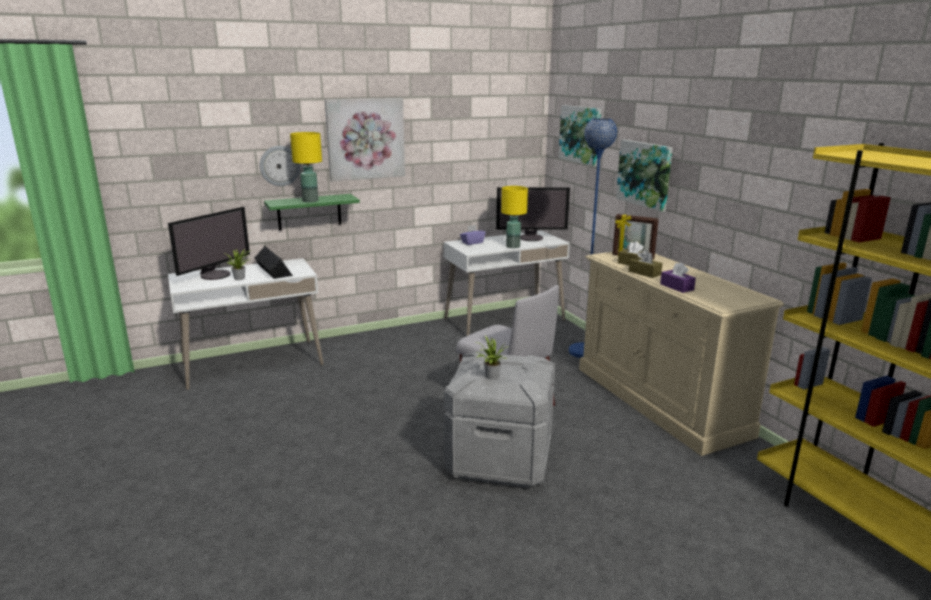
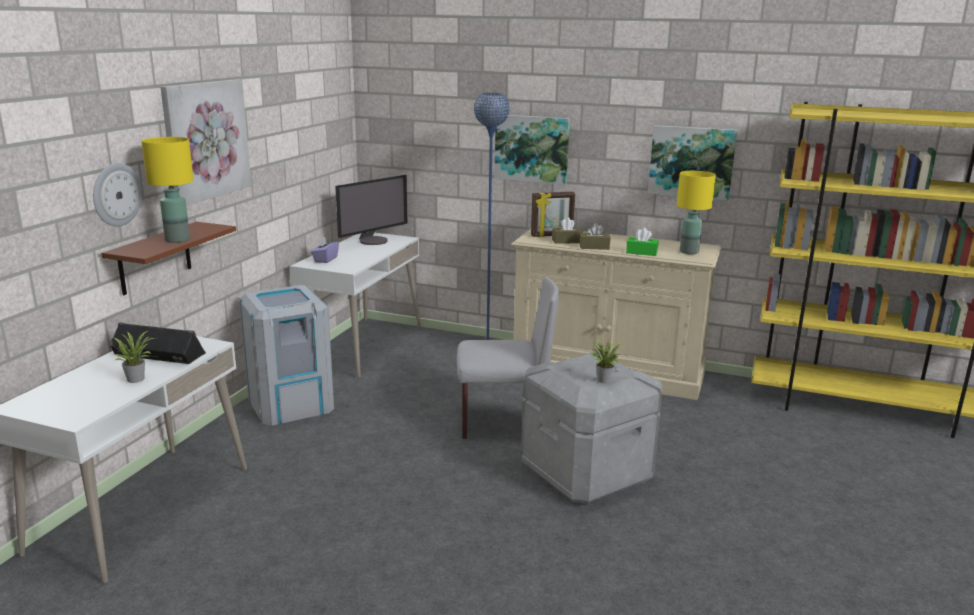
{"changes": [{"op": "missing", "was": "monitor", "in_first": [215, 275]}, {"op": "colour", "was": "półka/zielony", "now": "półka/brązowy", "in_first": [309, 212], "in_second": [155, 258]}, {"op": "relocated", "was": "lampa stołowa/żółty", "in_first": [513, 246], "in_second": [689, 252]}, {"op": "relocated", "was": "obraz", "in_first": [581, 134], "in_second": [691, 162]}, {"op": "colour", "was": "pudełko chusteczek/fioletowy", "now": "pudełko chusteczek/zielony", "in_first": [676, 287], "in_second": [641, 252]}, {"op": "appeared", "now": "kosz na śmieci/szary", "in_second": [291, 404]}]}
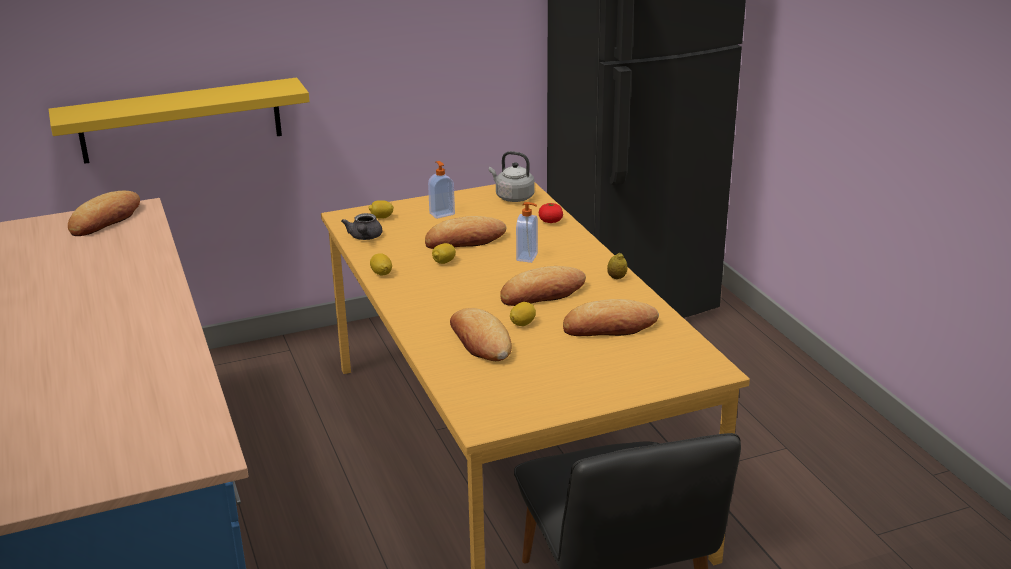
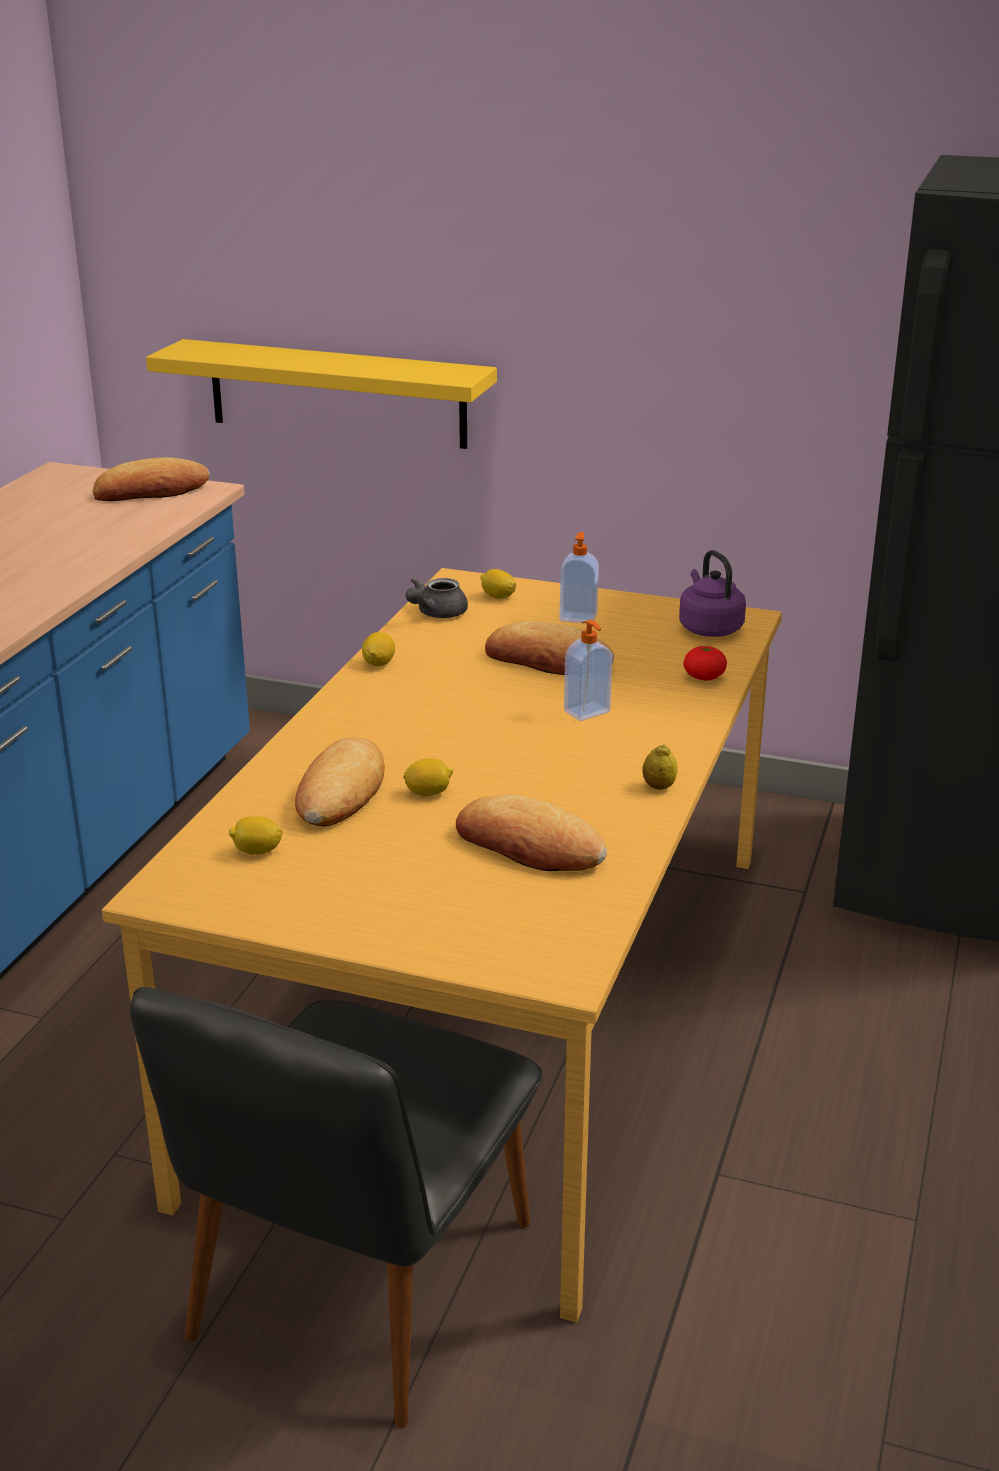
{"changes": [{"op": "relocated", "was": "cytryna", "in_first": [444, 262], "in_second": [257, 851]}, {"op": "colour", "was": "czajnik/szary", "now": "czajnik/fioletowy", "in_first": [512, 197], "in_second": [709, 628]}, {"op": "missing", "was": "chleb", "in_first": [542, 293]}]}
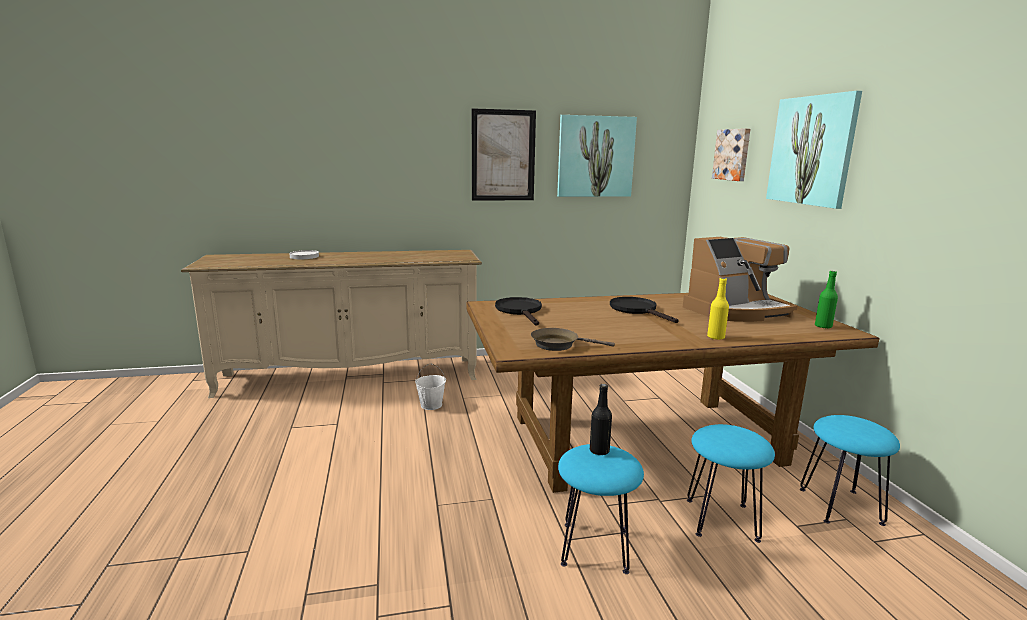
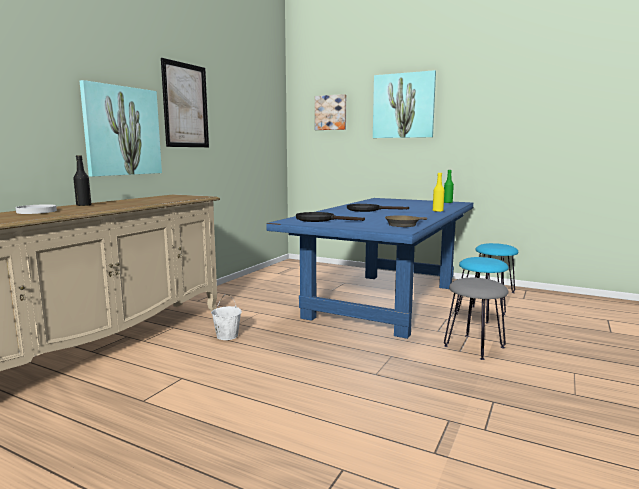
{"changes": [{"op": "colour", "was": "stół jadalny/brązowy", "now": "stół jadalny/niebieski", "in_first": [645, 439], "in_second": [384, 301]}, {"op": "relocated", "was": "obraz", "in_first": [595, 156], "in_second": [122, 131]}, {"op": "colour", "was": "stołek/turkusowy", "now": "stołek/szary", "in_first": [594, 547], "in_second": [474, 347]}, {"op": "relocated", "was": "butelka/czarny", "in_first": [599, 451], "in_second": [83, 205]}, {"op": "missing", "was": "ekspres do kawy", "in_first": [736, 311]}]}
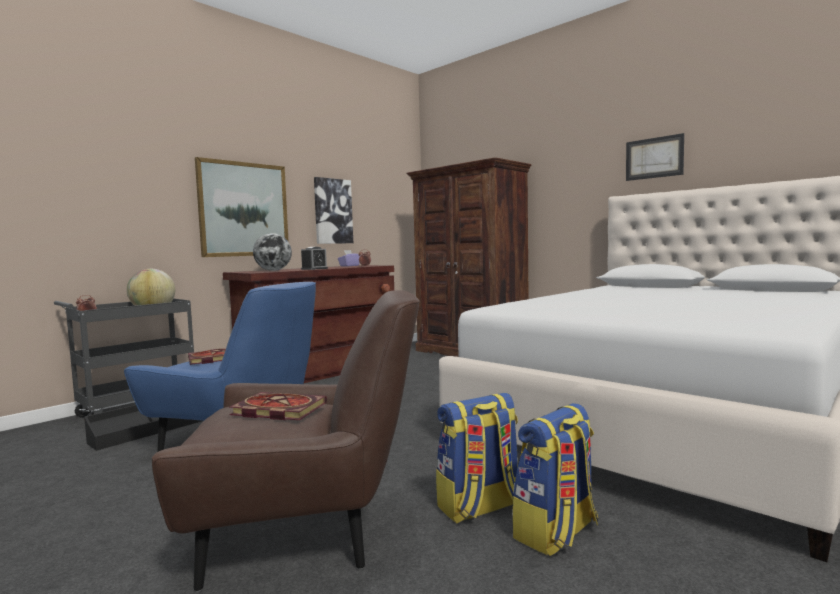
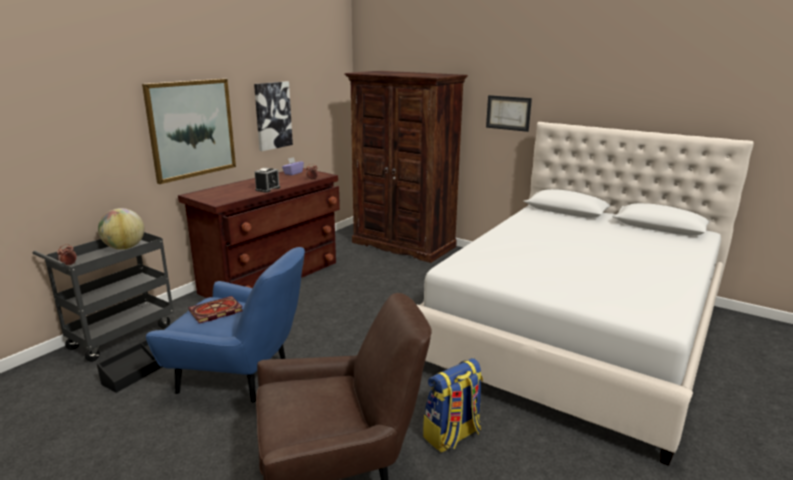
{"changes": [{"op": "missing", "was": "książka", "in_first": [276, 410]}, {"op": "missing", "was": "globus", "in_first": [273, 270]}, {"op": "missing", "was": "plecak", "in_first": [556, 533]}, {"op": "relocated", "was": "obraz", "in_first": [654, 158], "in_second": [508, 113]}]}
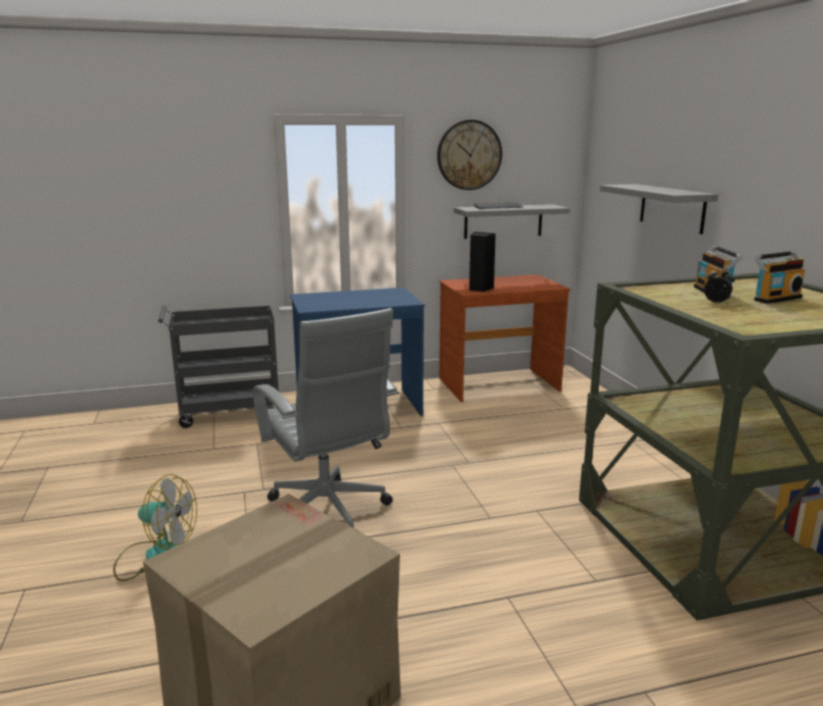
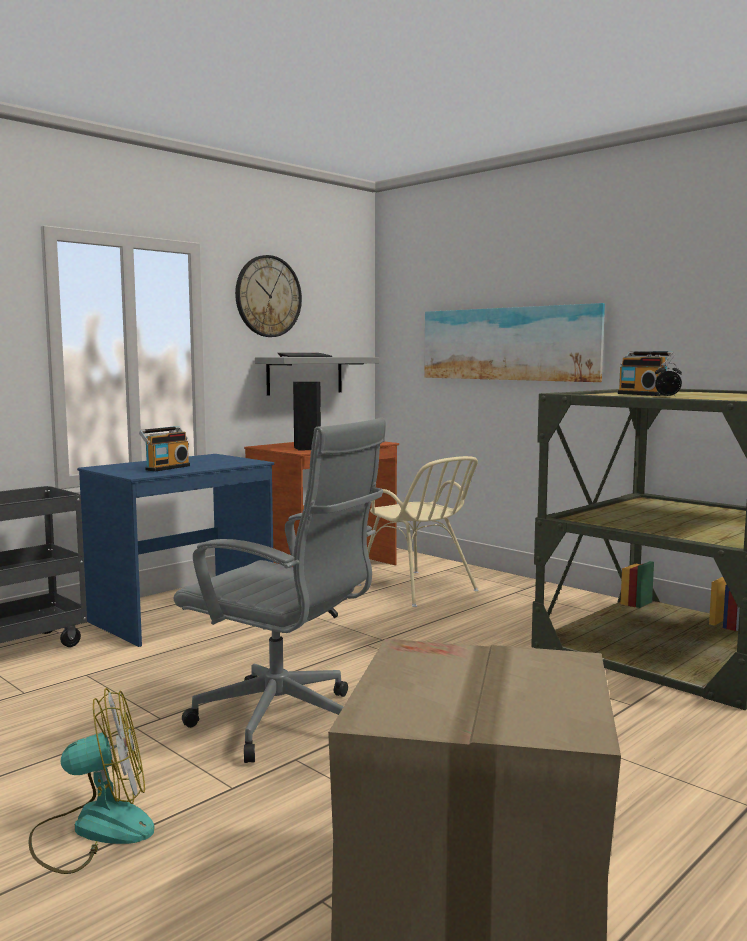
{"changes": [{"op": "exchanged", "was": "półka/szary", "now": "obraz", "in_first": [672, 208], "in_second": [508, 344]}, {"op": "relocated", "was": "radio", "in_first": [775, 298], "in_second": [166, 468]}, {"op": "appeared", "now": "krzesło/beżowy", "in_second": [419, 589]}]}
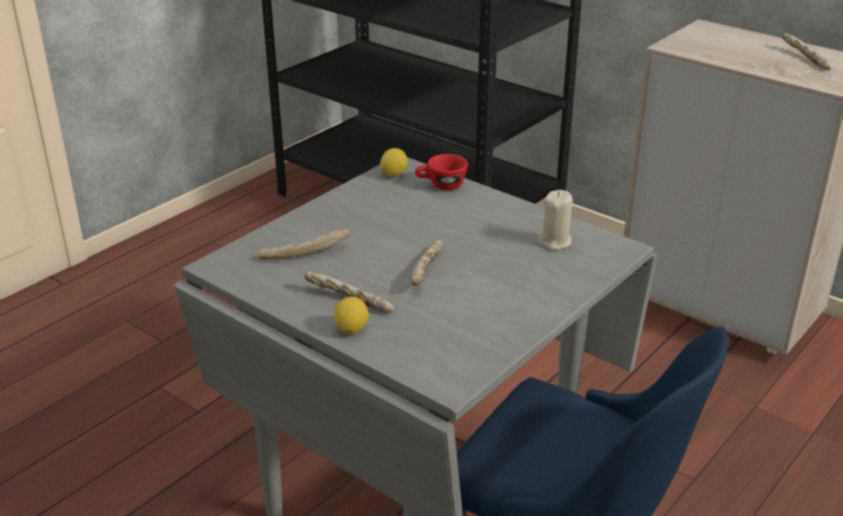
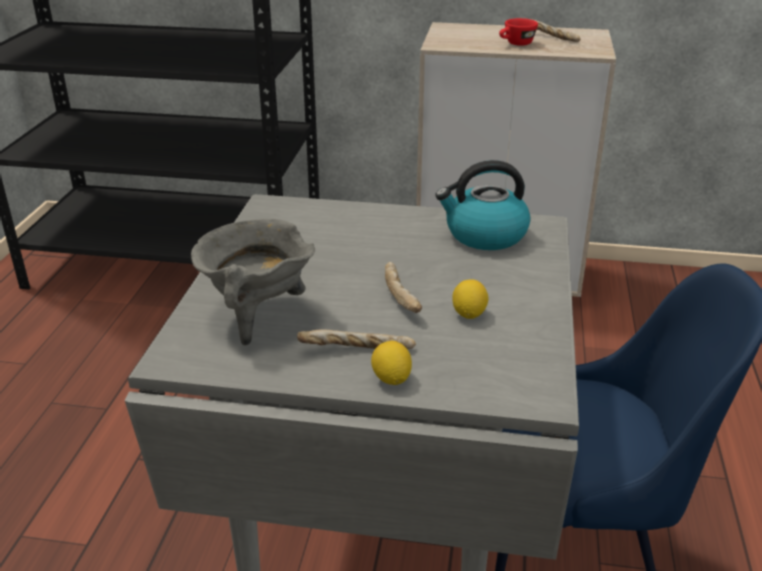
{"changes": [{"op": "exchanged", "was": "chleb", "now": "garnek/szary", "in_first": [304, 252], "in_second": [257, 316]}, {"op": "relocated", "was": "cytryna", "in_first": [393, 174], "in_second": [469, 314]}, {"op": "relocated", "was": "filiżanka/czerwony", "in_first": [441, 186], "in_second": [516, 44]}, {"op": "exchanged", "was": "świeca/beżowy", "now": "czajnik", "in_first": [555, 242], "in_second": [484, 235]}]}
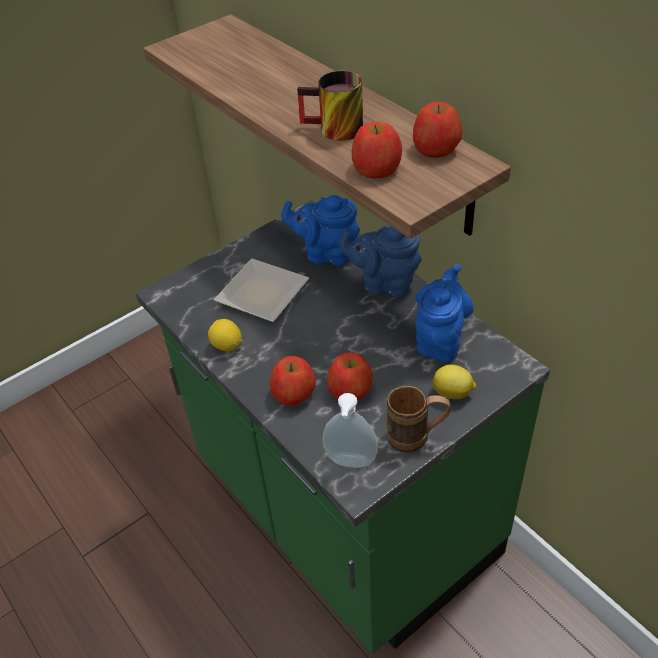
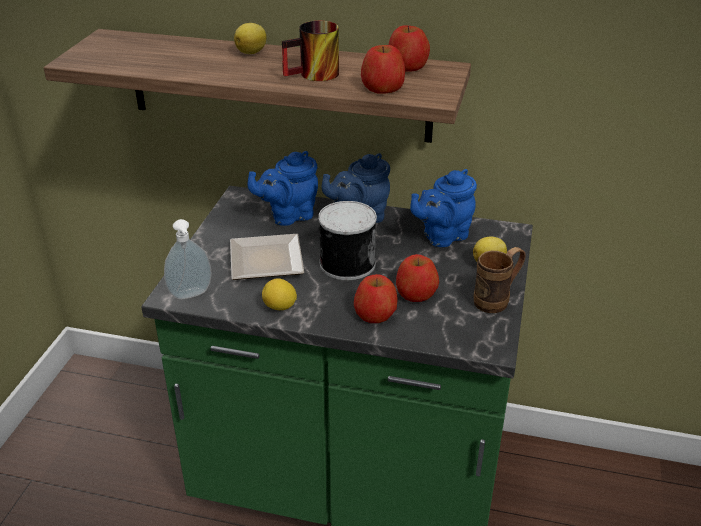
{"changes": [{"op": "relocated", "was": "dozownik mydła", "in_first": [350, 463], "in_second": [191, 295]}, {"op": "spun", "was": "imbryk/niebieski", "in_first": [440, 340], "in_second": [442, 236], "clockwise": -105}, {"op": "appeared", "now": "cytryna", "in_second": [252, 52]}, {"op": "appeared", "now": "puszka", "in_second": [346, 263]}]}
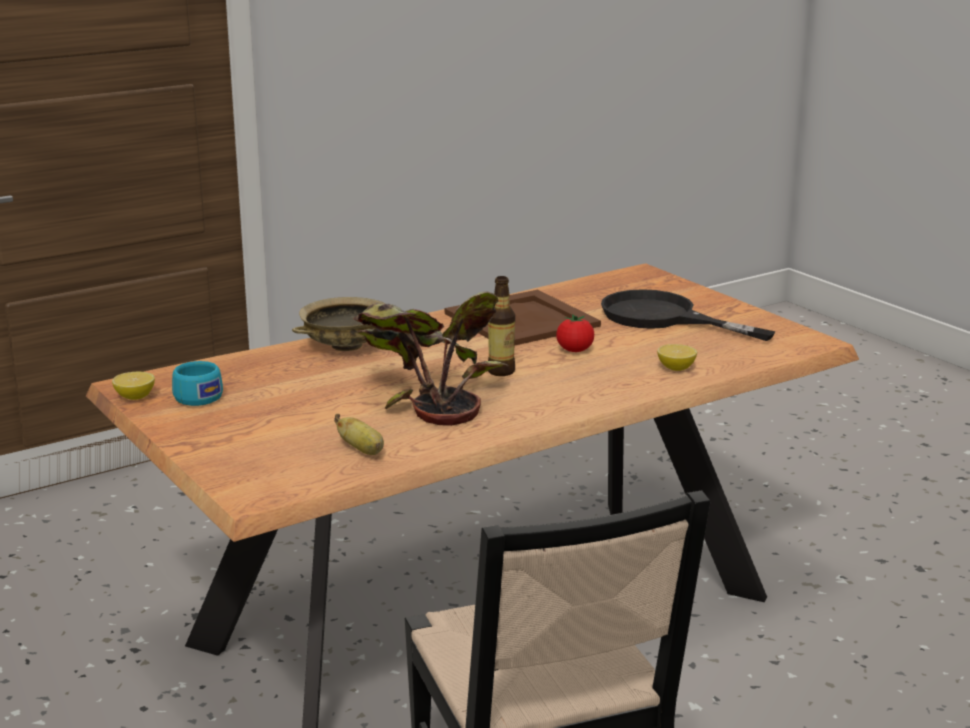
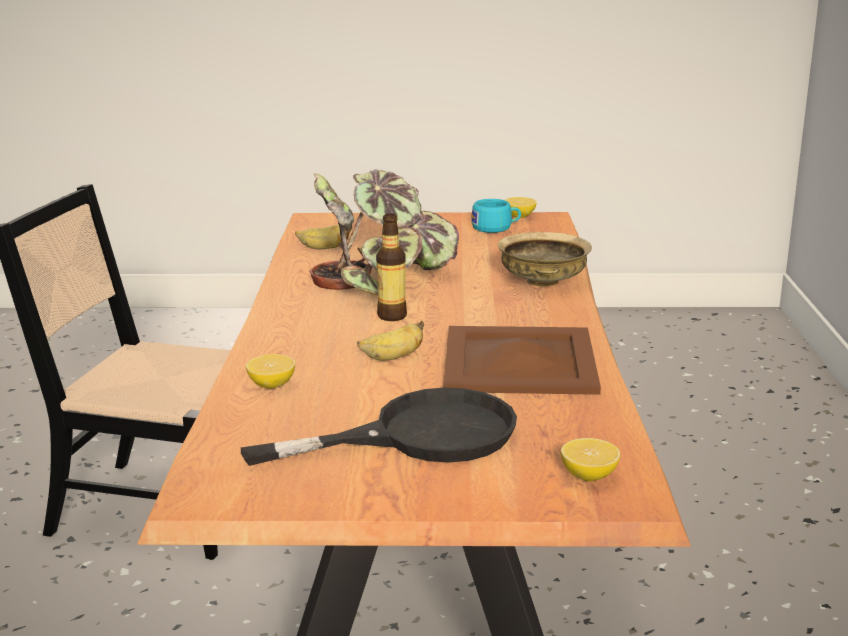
{"changes": [{"op": "exchanged", "was": "pomidor", "now": "banan", "in_first": [574, 350], "in_second": [393, 357]}, {"op": "appeared", "now": "cytryna", "in_second": [589, 476]}]}
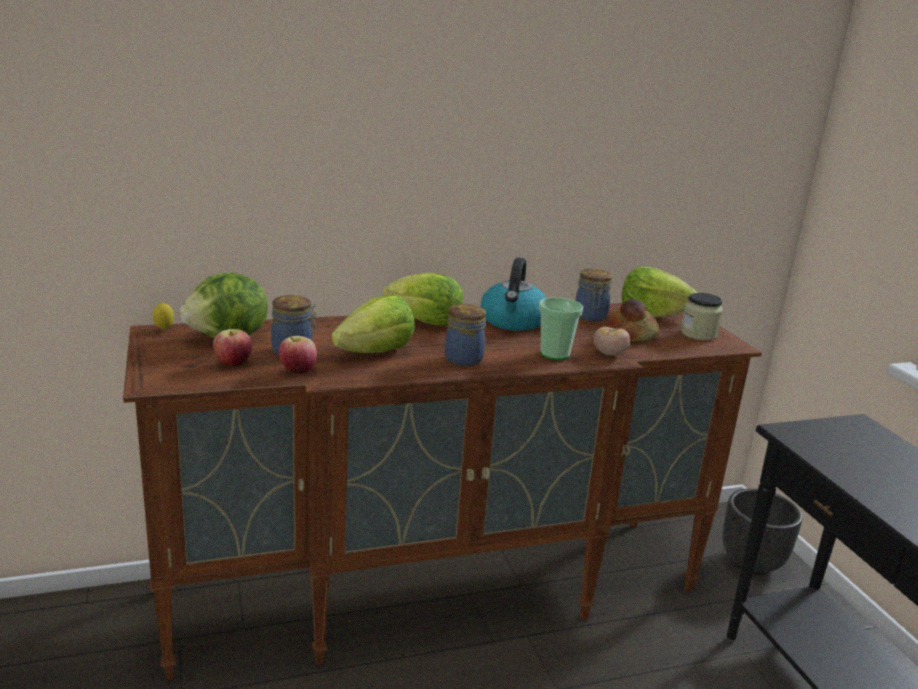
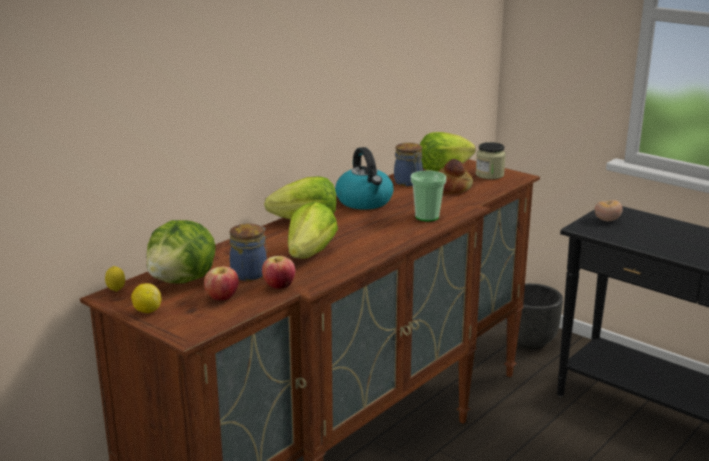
{"changes": [{"op": "missing", "was": "słoik", "in_first": [464, 358]}, {"op": "relocated", "was": "pomidor", "in_first": [609, 354], "in_second": [607, 220]}, {"op": "appeared", "now": "cytryna", "in_second": [147, 311]}]}
